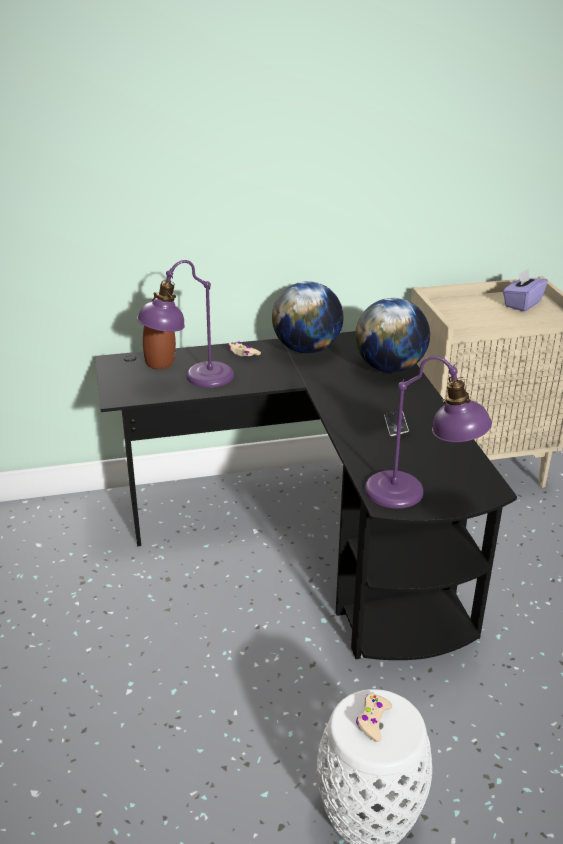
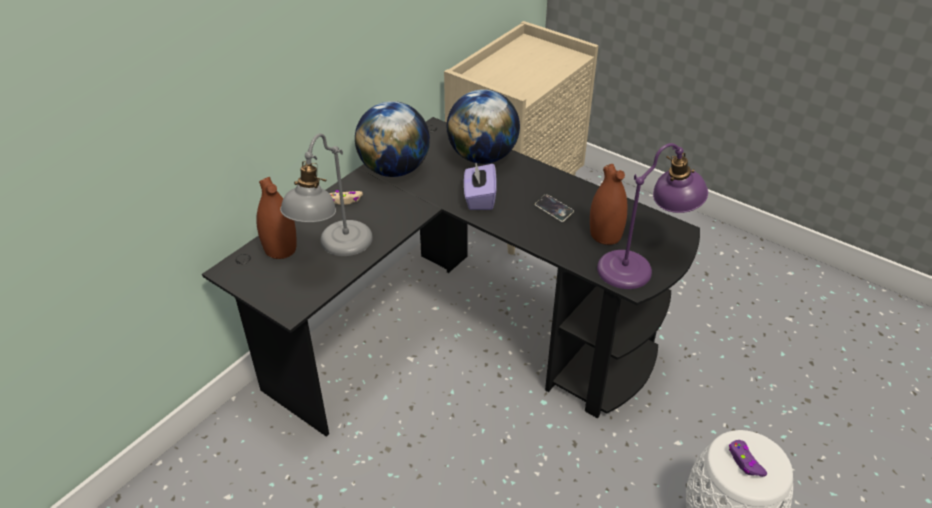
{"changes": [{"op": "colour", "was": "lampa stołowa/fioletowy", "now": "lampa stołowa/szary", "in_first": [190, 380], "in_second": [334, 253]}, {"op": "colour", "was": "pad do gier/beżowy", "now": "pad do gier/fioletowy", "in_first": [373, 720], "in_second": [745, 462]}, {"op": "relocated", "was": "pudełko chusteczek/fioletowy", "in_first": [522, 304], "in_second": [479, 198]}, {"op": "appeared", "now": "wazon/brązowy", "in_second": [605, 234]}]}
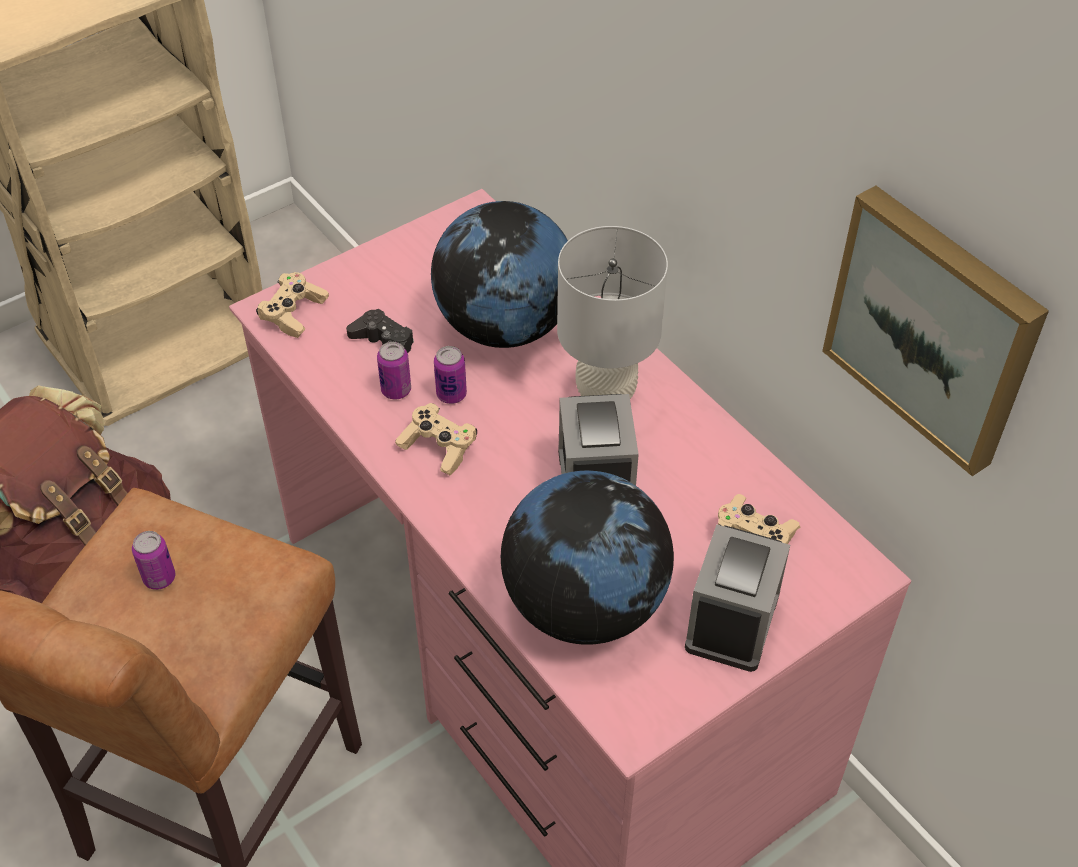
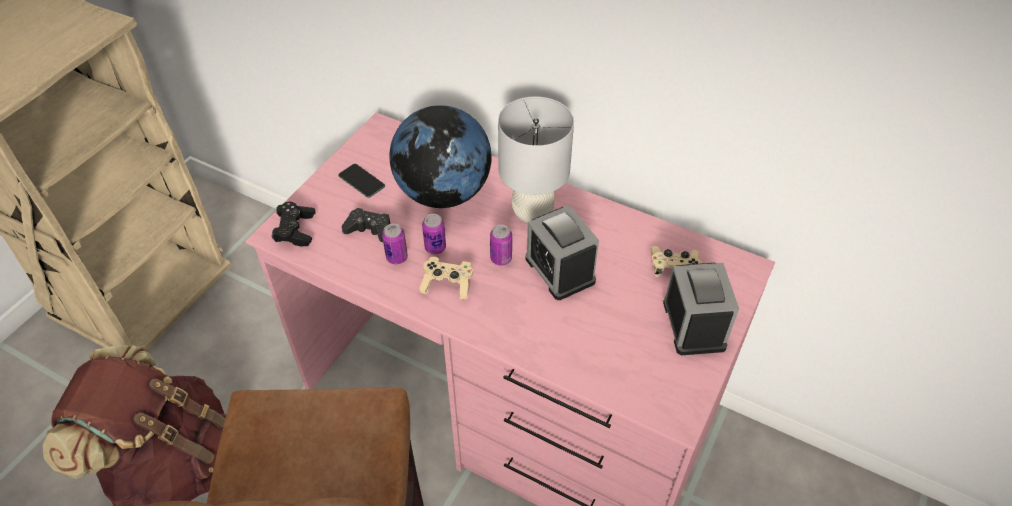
{"changes": [{"op": "relocated", "was": "puszka", "in_first": [159, 578], "in_second": [501, 258]}, {"op": "colour", "was": "pad do gier/beżowy", "now": "pad do gier/czarny", "in_first": [293, 313], "in_second": [295, 231]}, {"op": "missing", "was": "globus", "in_first": [585, 605]}, {"op": "missing", "was": "obraz", "in_first": [934, 327]}, {"op": "appeared", "now": "telefon", "in_second": [361, 181]}]}
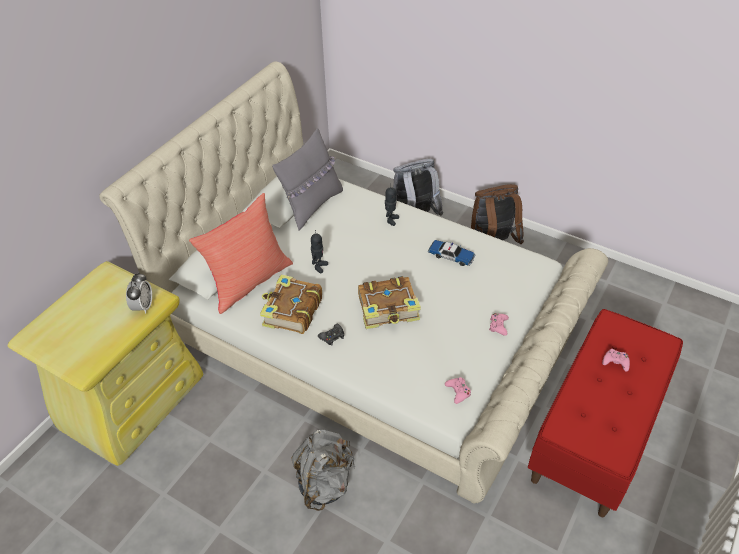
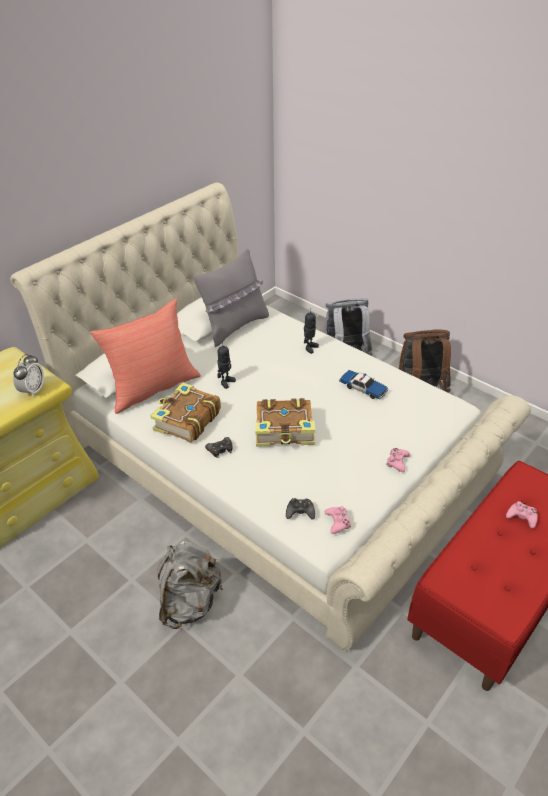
{"changes": [{"op": "appeared", "now": "pad do gier/czarny", "in_second": [300, 512]}]}
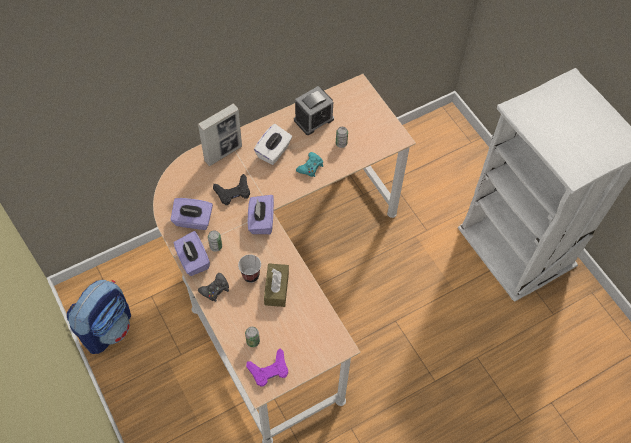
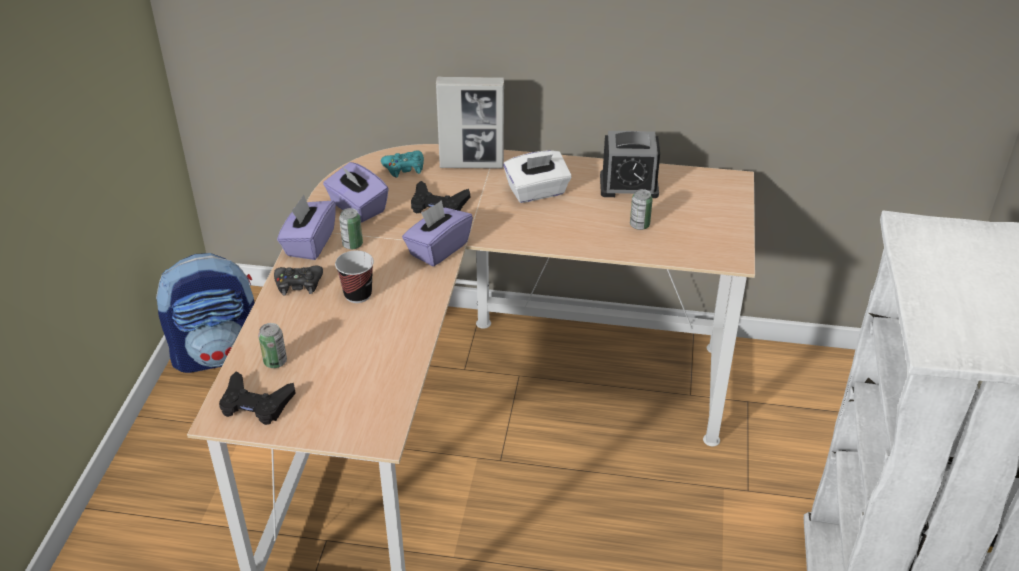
{"changes": [{"op": "colour", "was": "pad do gier/fioletowy", "now": "pad do gier/czarny", "in_first": [269, 370], "in_second": [256, 404]}, {"op": "missing", "was": "pudełko chusteczek/brązowy", "in_first": [276, 288]}, {"op": "relocated", "was": "pad do gier/turkusowy", "in_first": [310, 167], "in_second": [404, 168]}]}
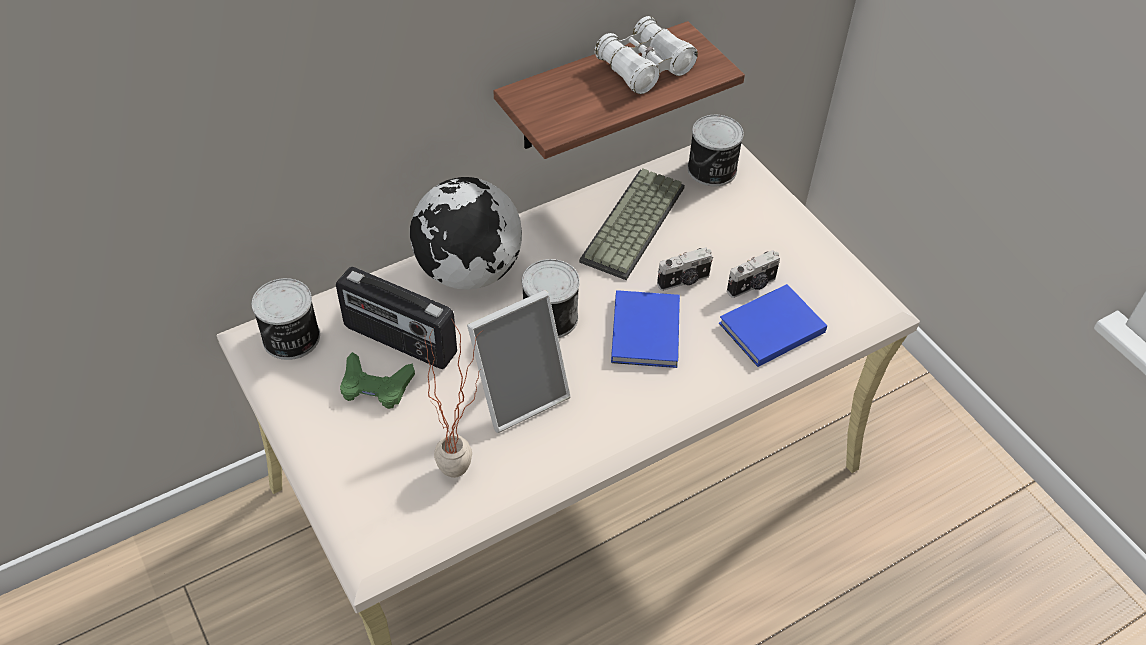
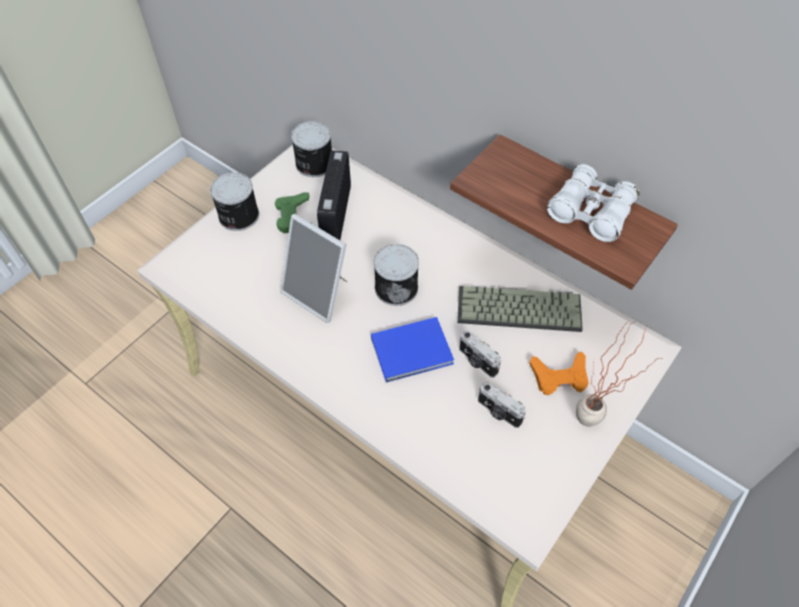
{"changes": [{"op": "missing", "was": "globus", "in_first": [469, 272]}, {"op": "relocated", "was": "roślina doniczkowa", "in_first": [466, 469], "in_second": [592, 427]}, {"op": "relocated", "was": "puszka", "in_first": [712, 170], "in_second": [238, 216]}, {"op": "missing", "was": "książka/niebieski", "in_first": [768, 328]}, {"op": "appeared", "now": "pad do gier/pomarańczowy", "in_second": [559, 377]}]}
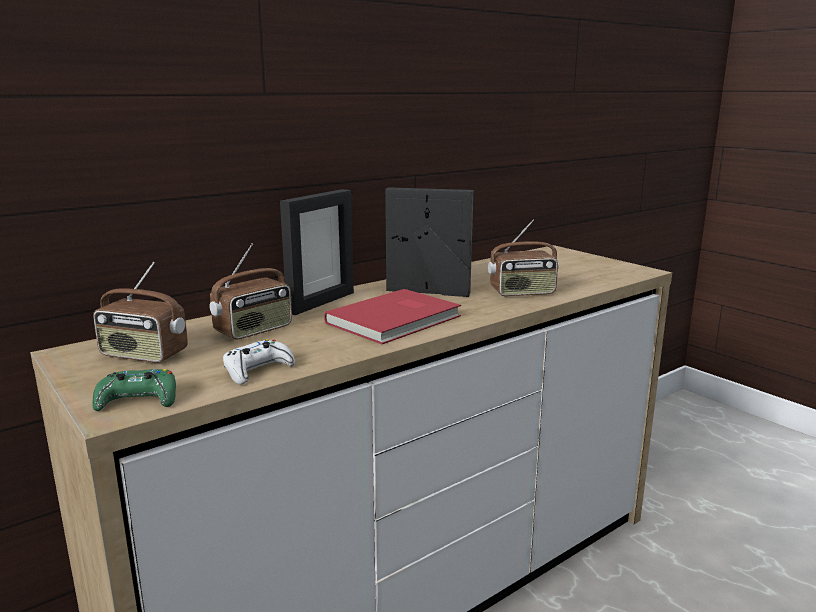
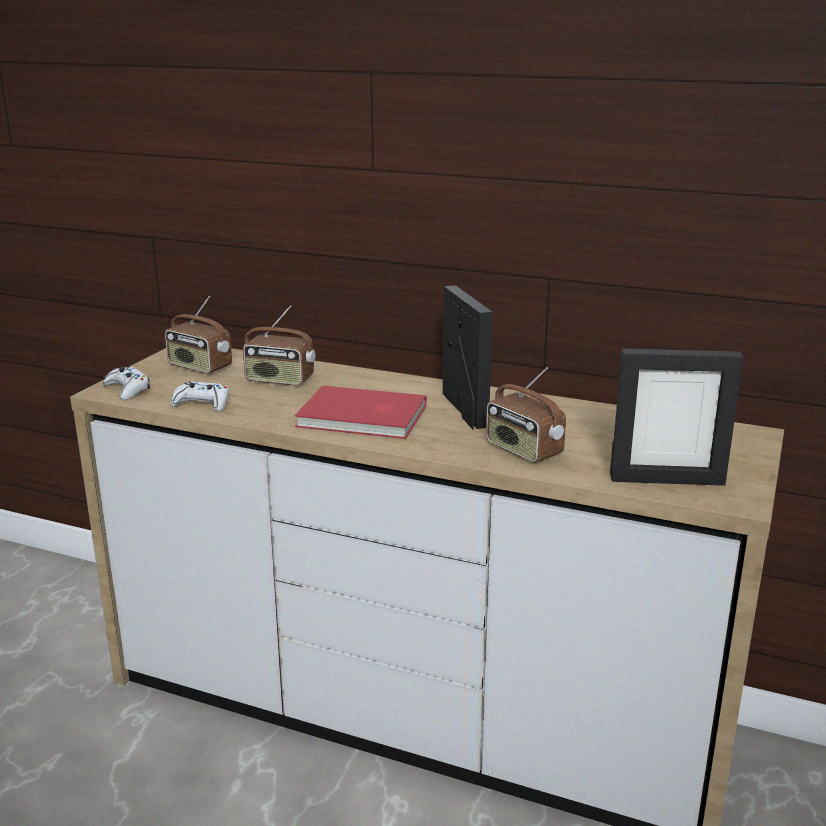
{"changes": [{"op": "colour", "was": "pad do gier/zielony", "now": "pad do gier/biały", "in_first": [138, 400], "in_second": [127, 390]}, {"op": "spun", "was": "radio", "in_first": [143, 355], "in_second": [199, 367], "clockwise": -45}, {"op": "relocated", "was": "ramka na zdjęcie", "in_first": [320, 302], "in_second": [666, 479]}]}
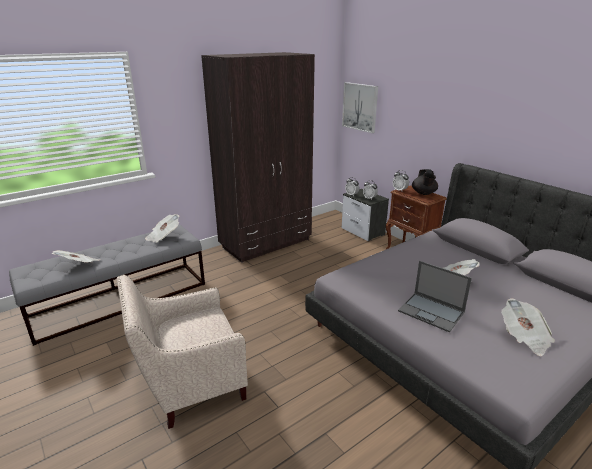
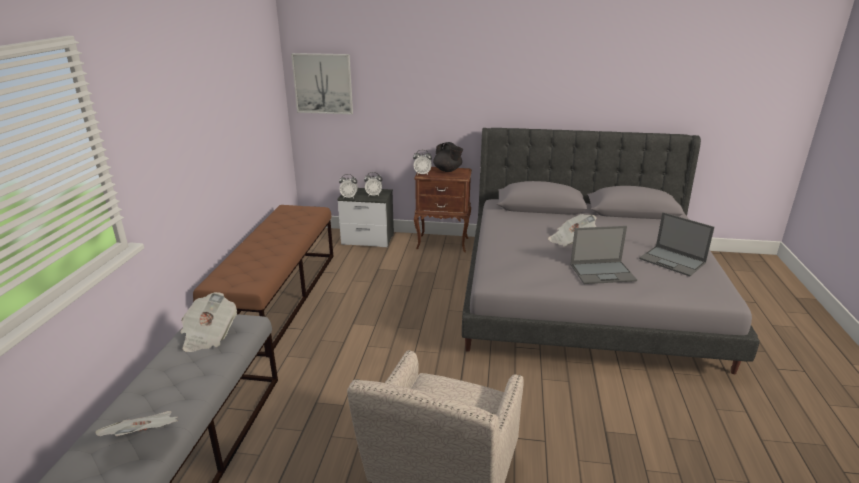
{"changes": [{"op": "exchanged", "was": "szafa/brązowy", "now": "ławka/brązowy", "in_first": [266, 243], "in_second": [278, 297]}, {"op": "exchanged", "was": "gazeta", "now": "laptop", "in_first": [524, 338], "in_second": [673, 261]}]}
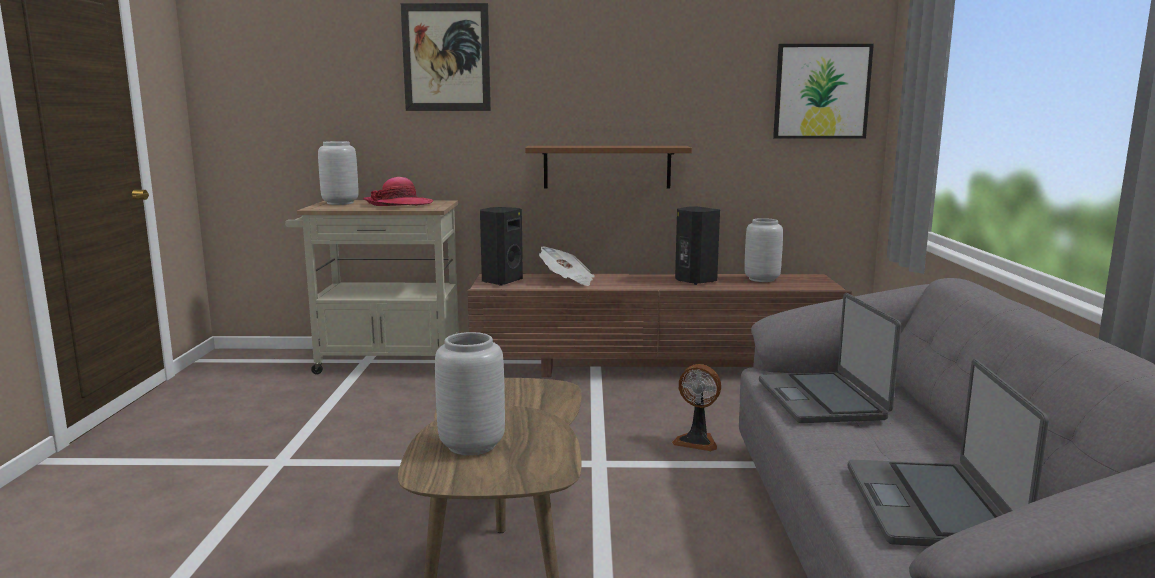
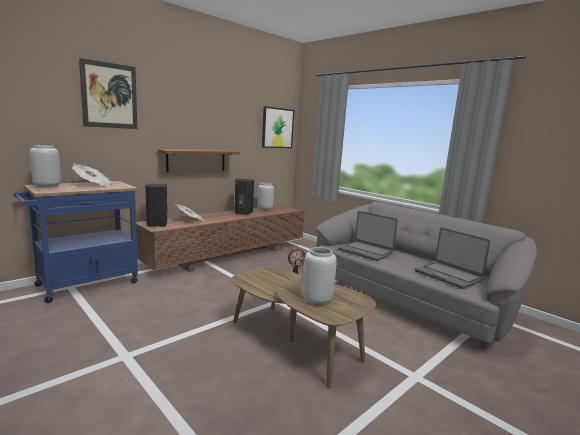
{"changes": [{"op": "colour", "was": "wózek/beżowy", "now": "wózek/niebieski", "in_first": [384, 362], "in_second": [84, 285]}, {"op": "exchanged", "was": "kapelusz", "now": "gazeta", "in_first": [399, 204], "in_second": [93, 185]}]}
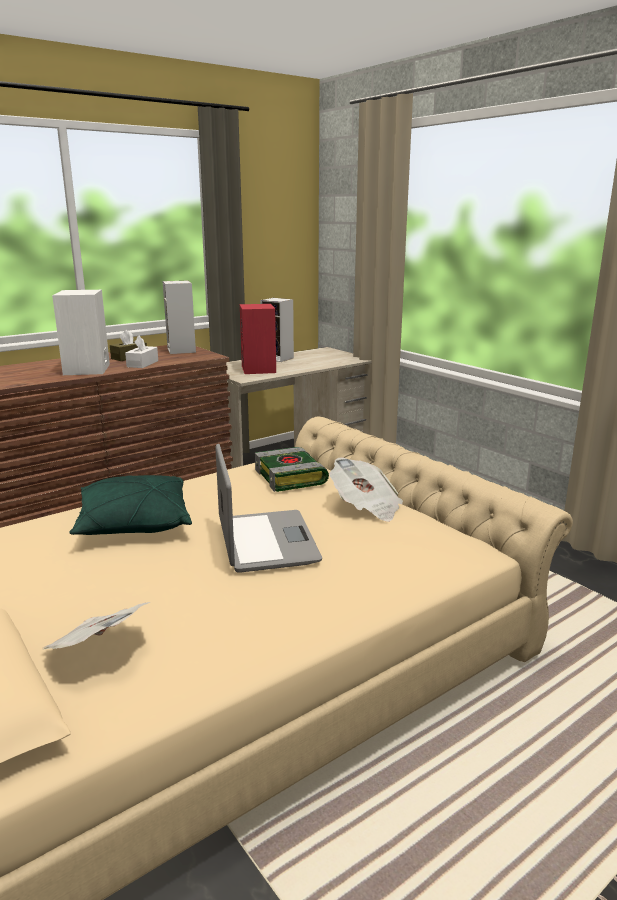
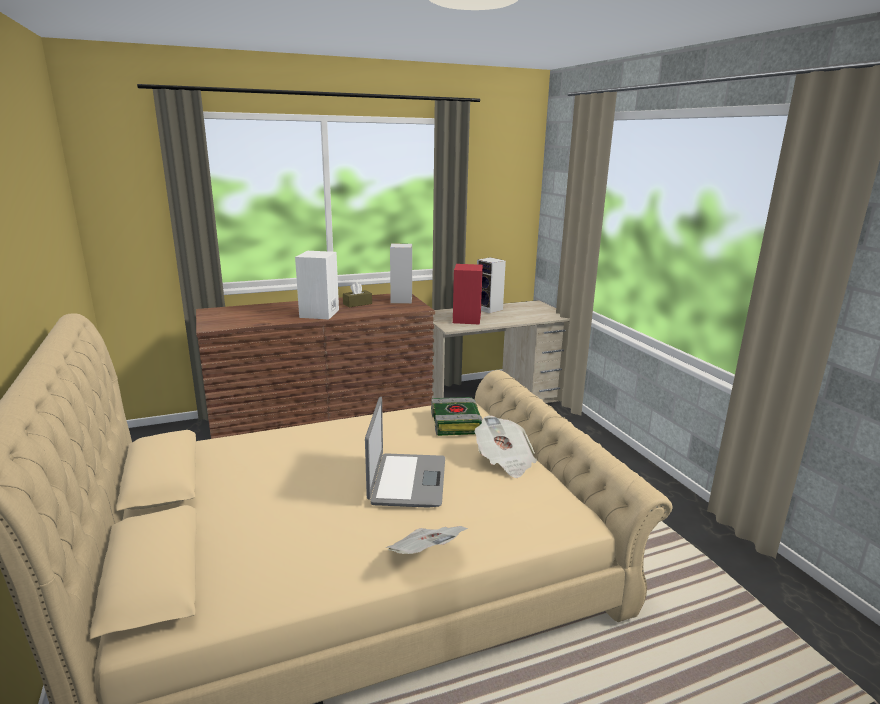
{"changes": [{"op": "relocated", "was": "gazeta", "in_first": [99, 649], "in_second": [425, 556]}, {"op": "missing", "was": "poduszka/zielony", "in_first": [134, 524]}, {"op": "missing", "was": "pudełko chusteczek/biały", "in_first": [142, 364]}]}
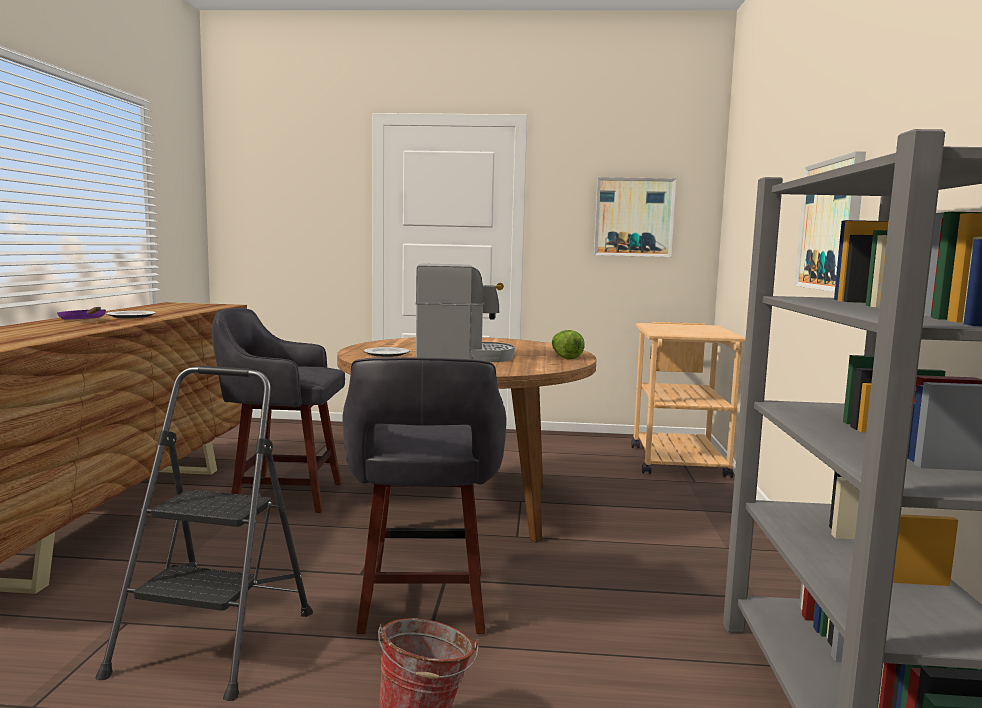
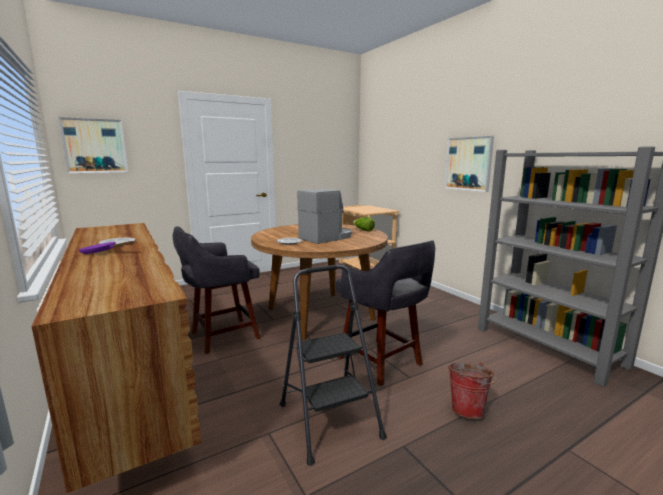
{"changes": [{"op": "relocated", "was": "obraz", "in_first": [634, 217], "in_second": [95, 146]}]}
